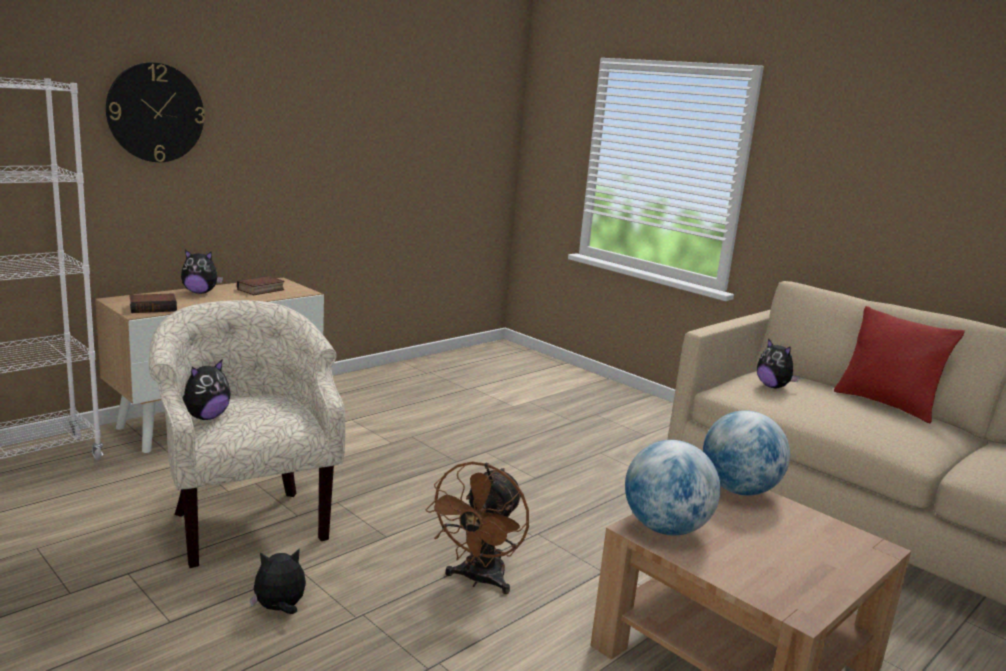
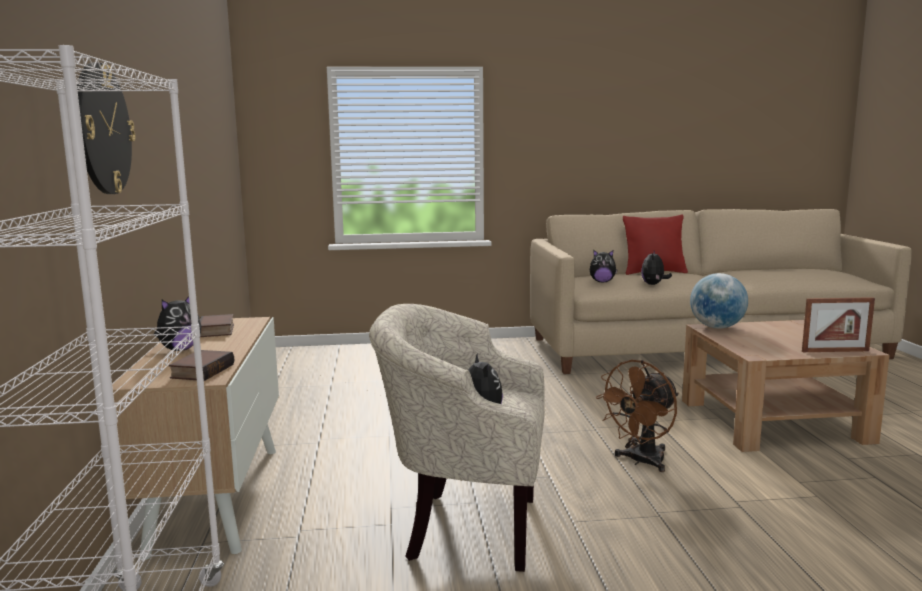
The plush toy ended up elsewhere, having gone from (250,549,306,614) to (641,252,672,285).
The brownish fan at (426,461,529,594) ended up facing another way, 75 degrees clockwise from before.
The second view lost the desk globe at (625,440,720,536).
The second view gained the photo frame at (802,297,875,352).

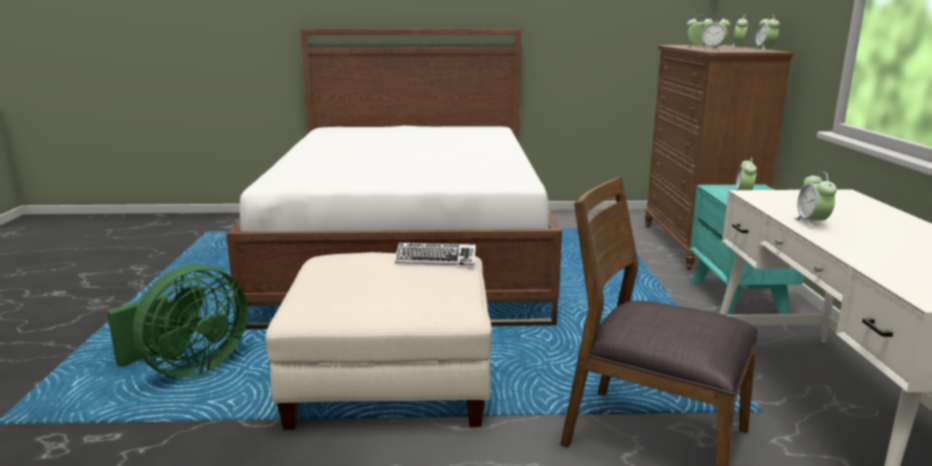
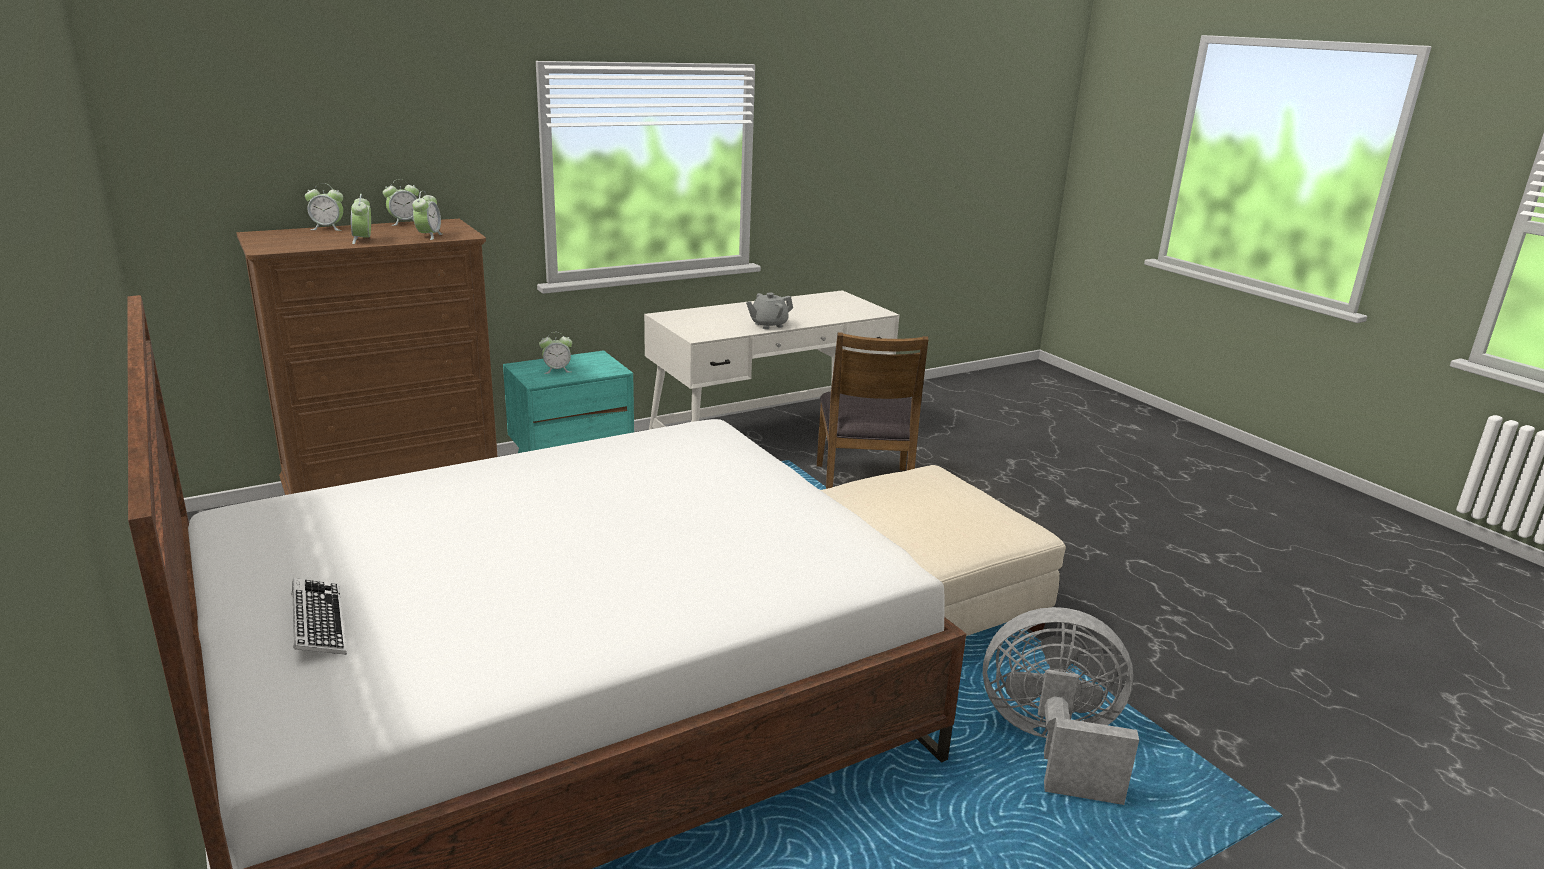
What was the green fan at (107,265,248,377) turned into the gray fan at (983,607,1139,805).
The computer keyboard ended up elsewhere, having gone from (395,242,476,265) to (291,578,347,655).
Where the alarm clock stood at (794,171,837,229), the gray teapot came to stand at (746,293,793,329).

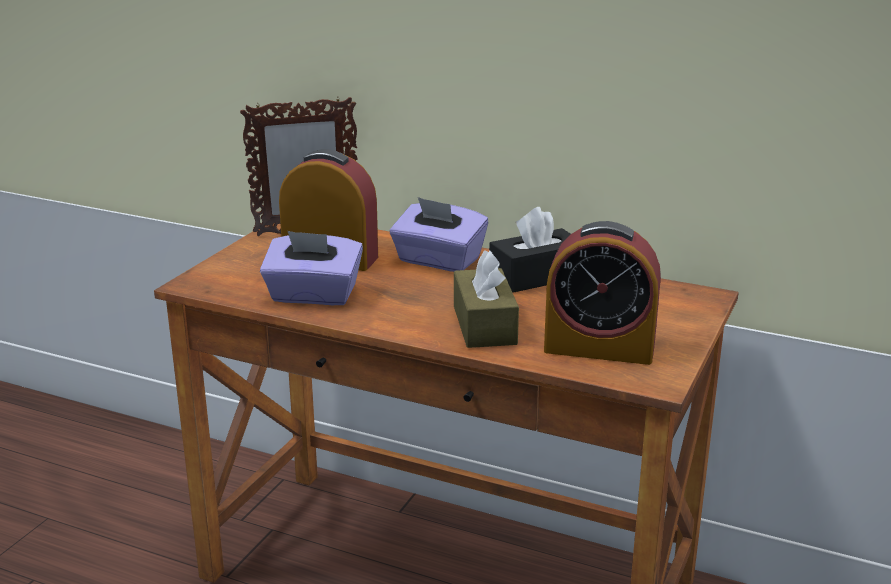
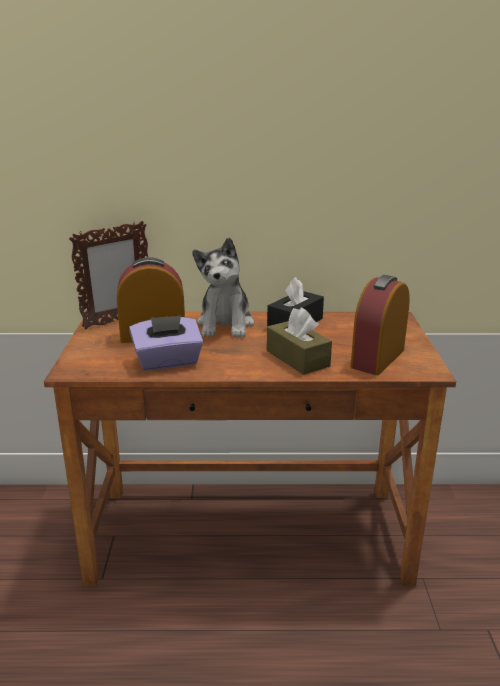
Where the purple-coloured tissue box stood at (390,197,488,272), the plush toy came to stand at (192,237,254,337).
The alarm clock at (544,221,661,365) ended up facing another way, 135 degrees clockwise from before.

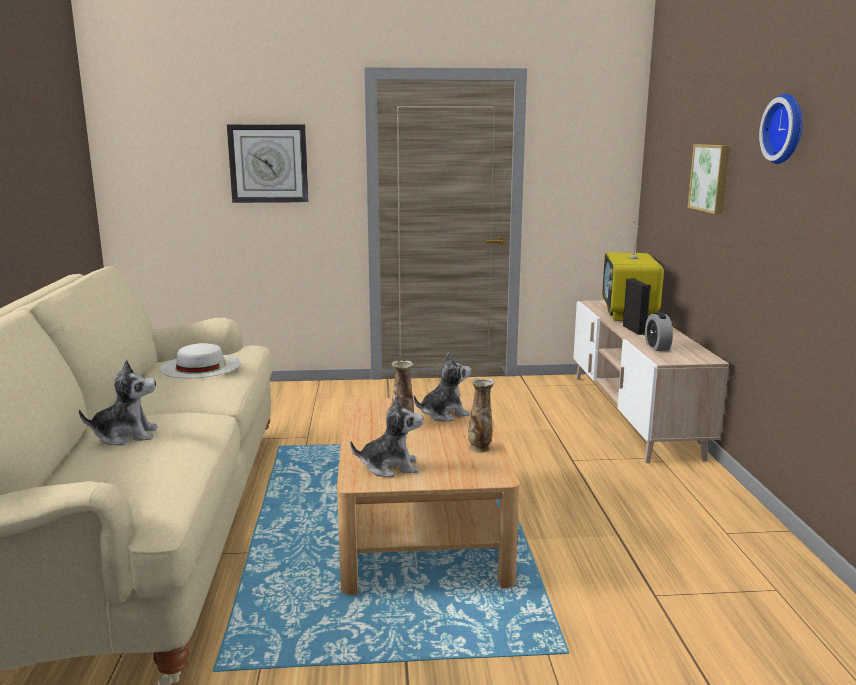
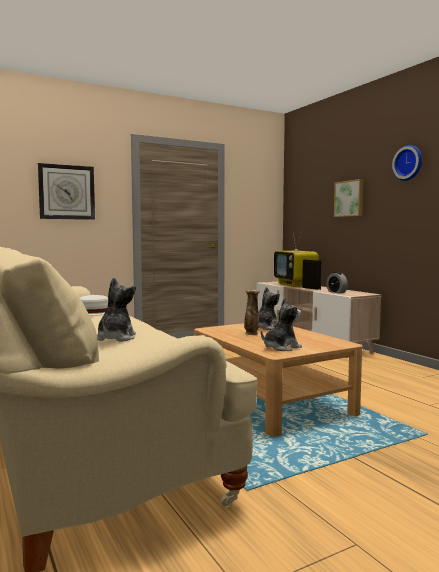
The plush toy at (79,360,157,445) ended up facing another way, 45 degrees counterclockwise from before.
The second view lost the flower vase at (468,378,495,453).

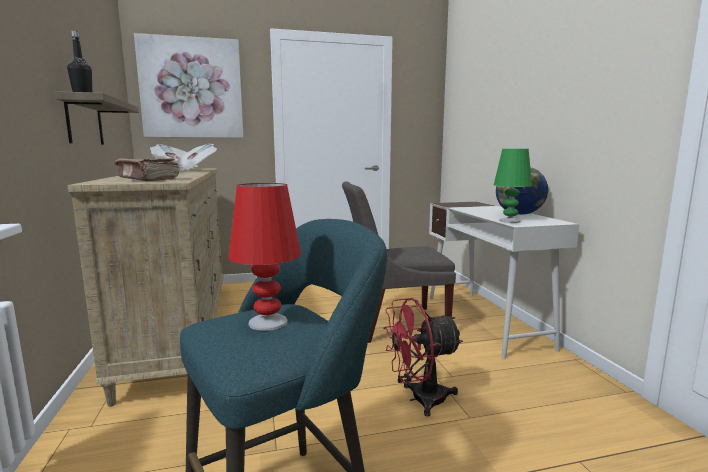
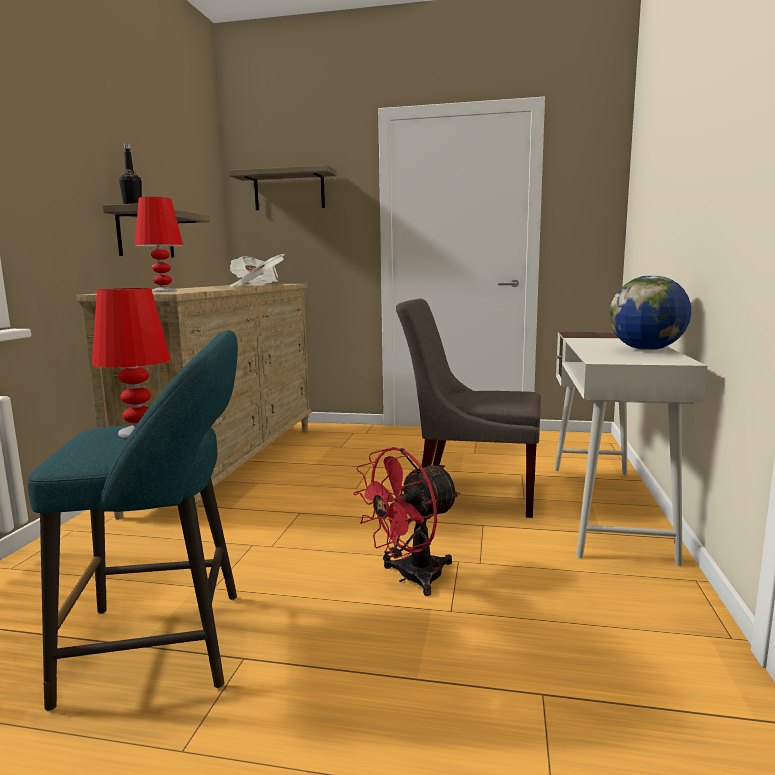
Where the brownish volume stood at (114,158,180,181), the red lamp for a table came to stand at (135,197,183,292).
Where the picture hung at (134,33,244,138), the wall shelf came to hang at (229,165,337,210).
The red fan at (383,298,463,417) ended up facing another way, 45 degrees counterclockwise from before.
The second view lost the green lamp for a table at (494,149,532,223).

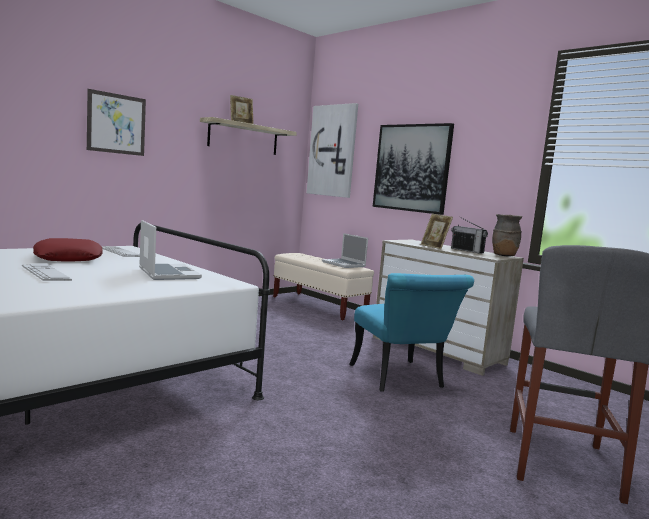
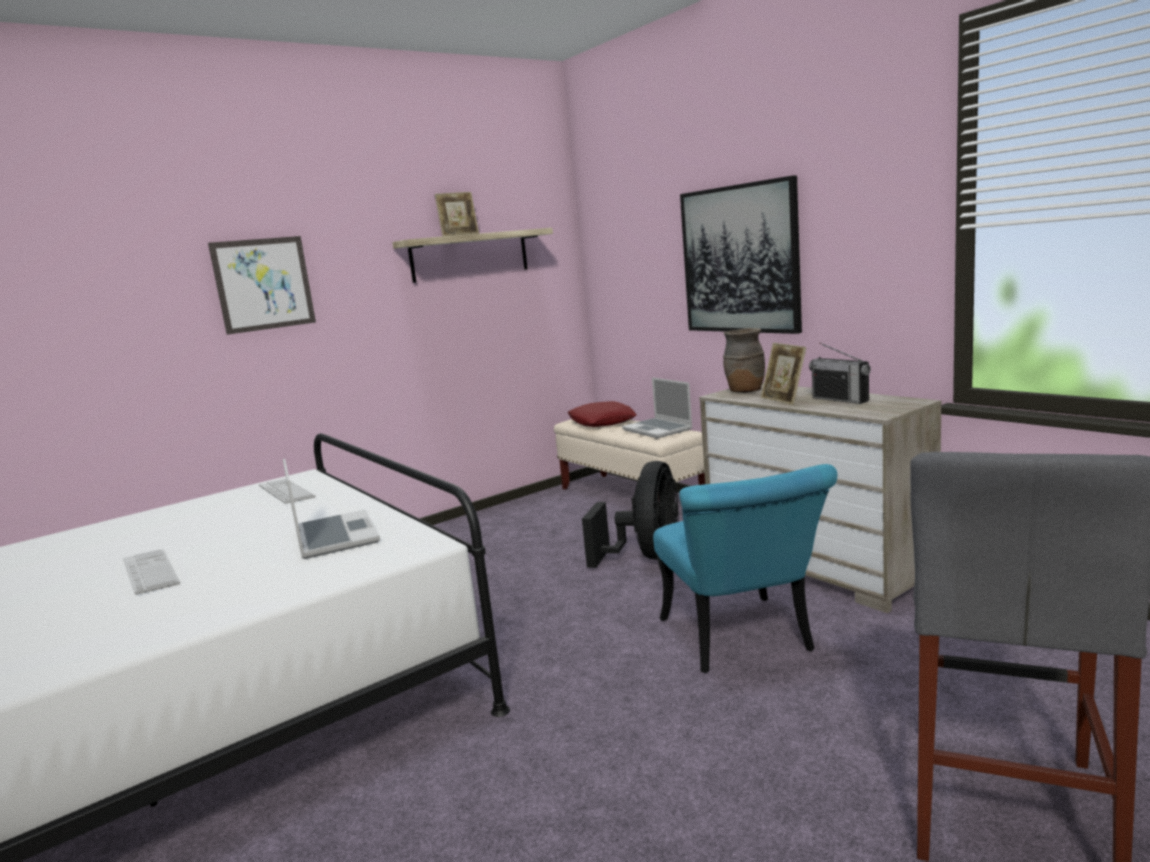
The red pillow ended up elsewhere, having gone from (33,238,103,262) to (568,401,636,427).
The second view lost the picture at (307,103,358,198).
The brownish flower vase ended up elsewhere, having gone from (492,214,522,257) to (723,328,765,393).
The second view gained the black fan at (582,461,679,568).

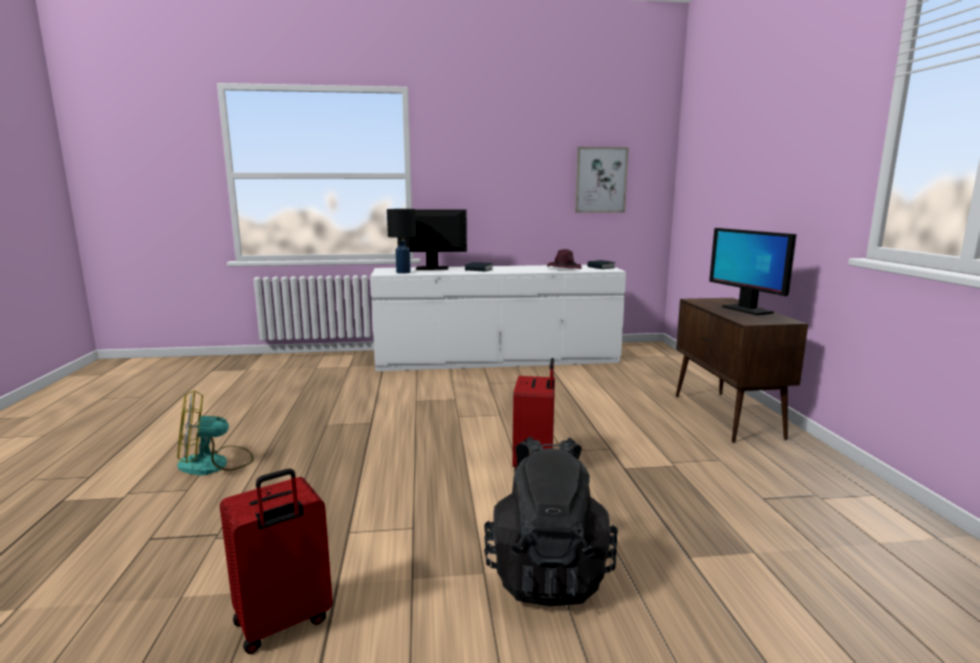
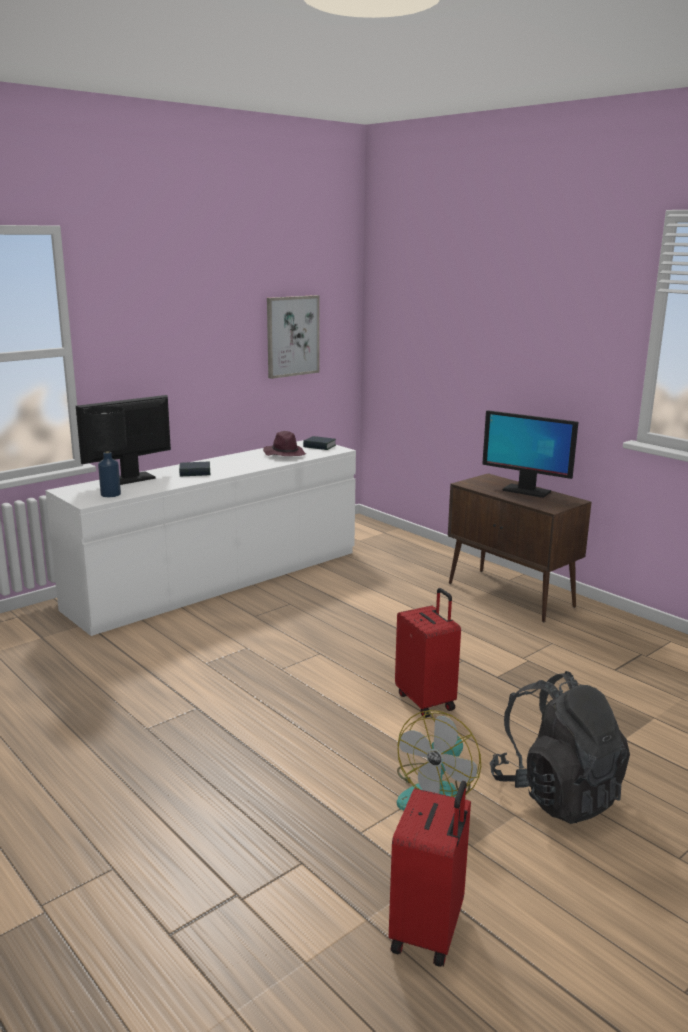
The fan ended up elsewhere, having gone from (177,390,254,475) to (397,710,481,811).

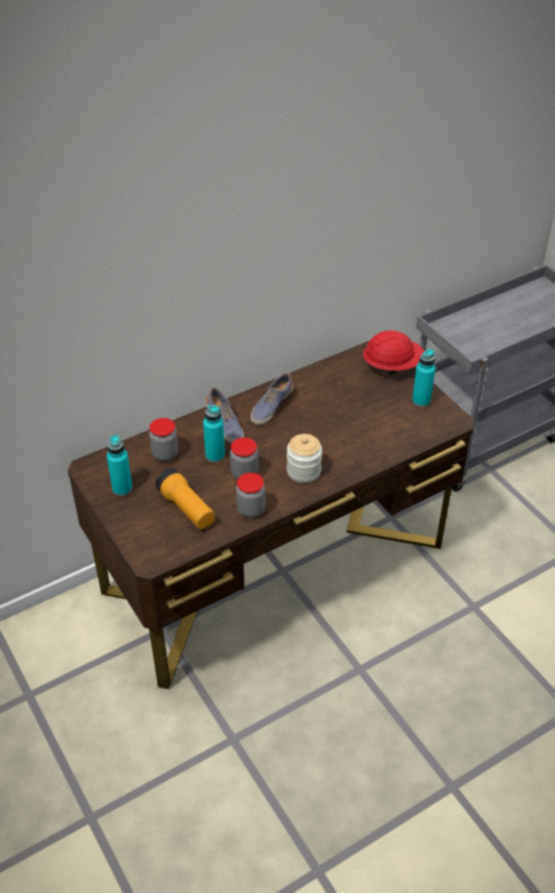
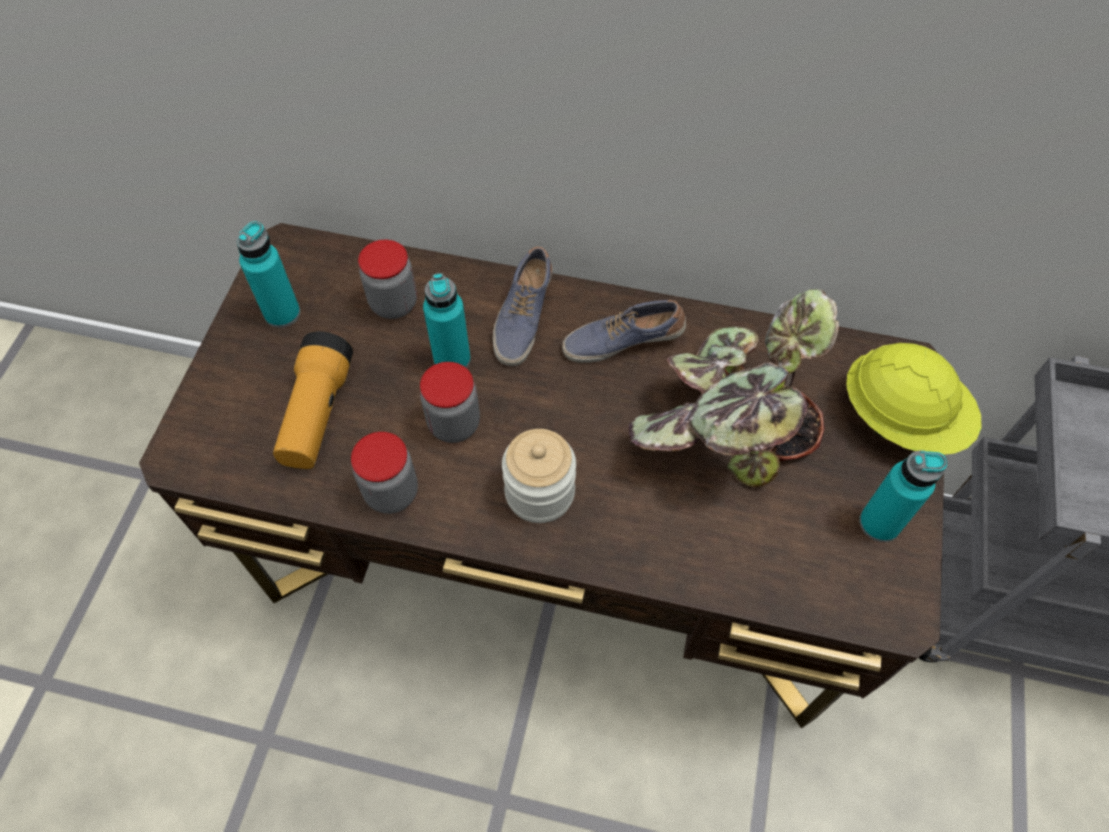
What was the red work helmet at (363,330,425,375) turned into the yellow work helmet at (846,343,981,455).
The second view gained the potted plant at (629,289,839,487).

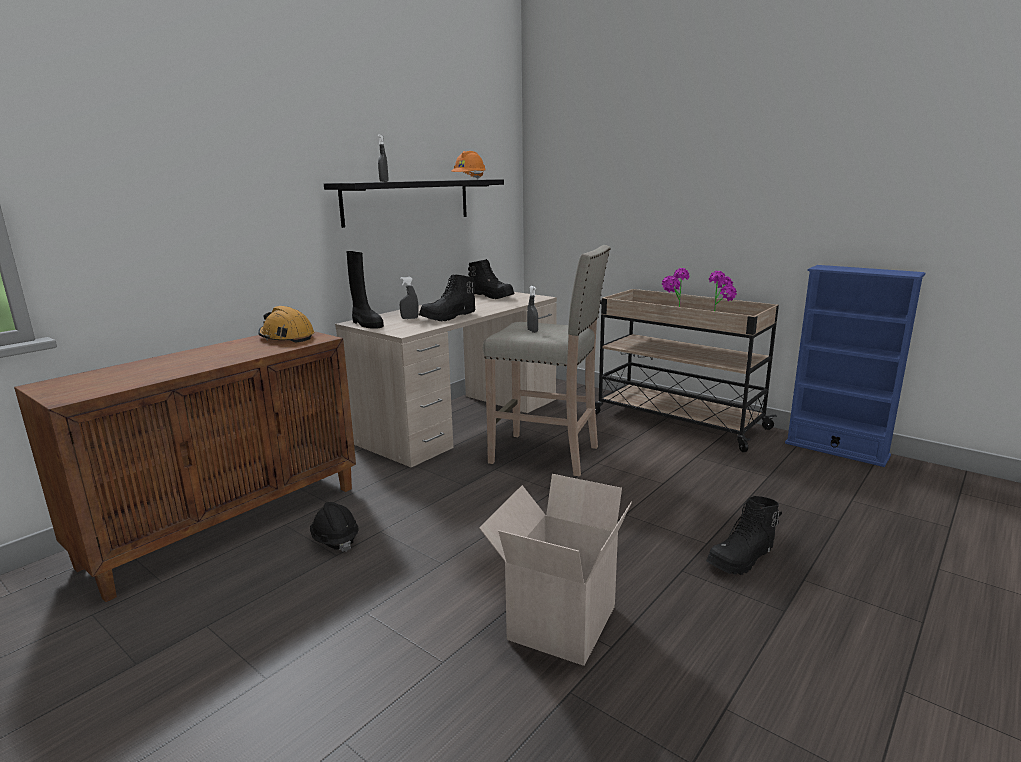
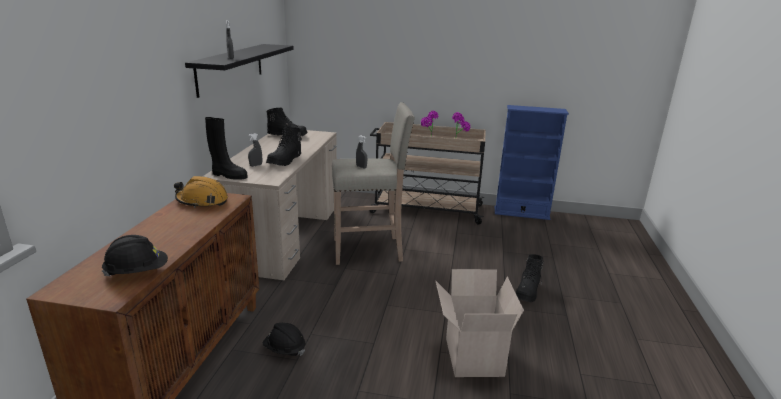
The second view lost the orange work helmet at (451,151,485,179).
The second view gained the black work helmet at (102,235,168,276).

